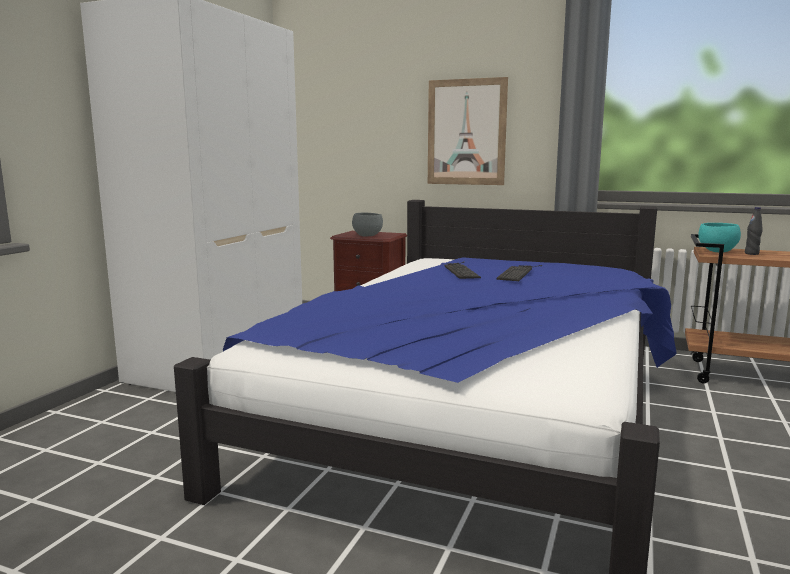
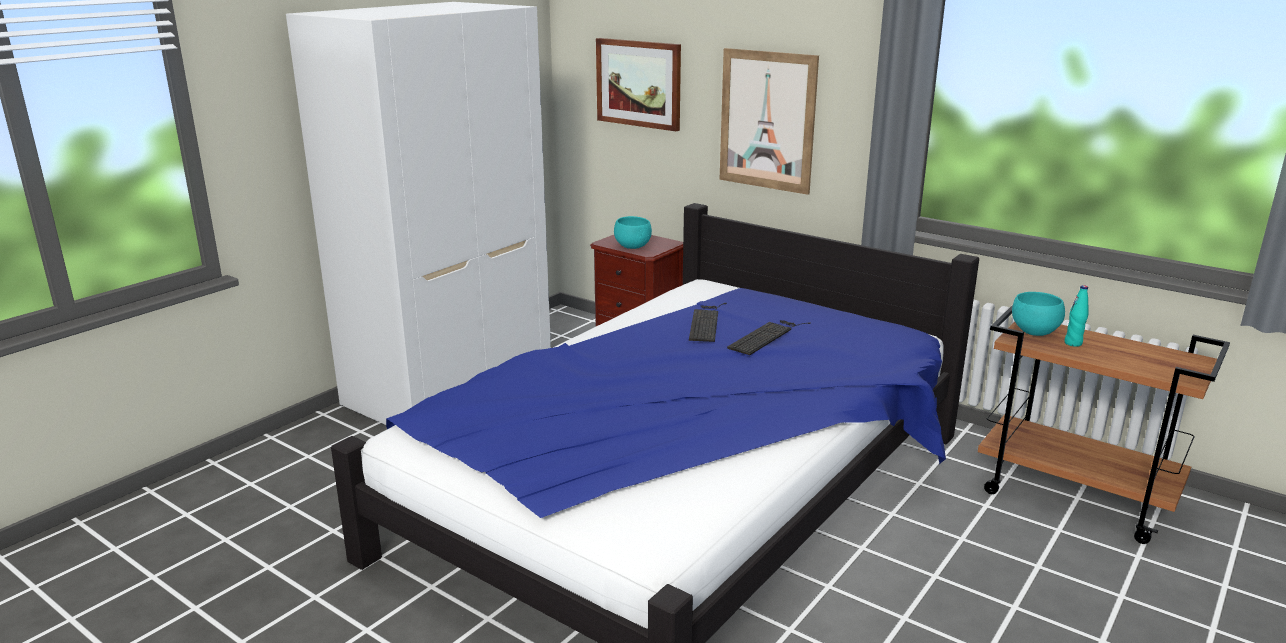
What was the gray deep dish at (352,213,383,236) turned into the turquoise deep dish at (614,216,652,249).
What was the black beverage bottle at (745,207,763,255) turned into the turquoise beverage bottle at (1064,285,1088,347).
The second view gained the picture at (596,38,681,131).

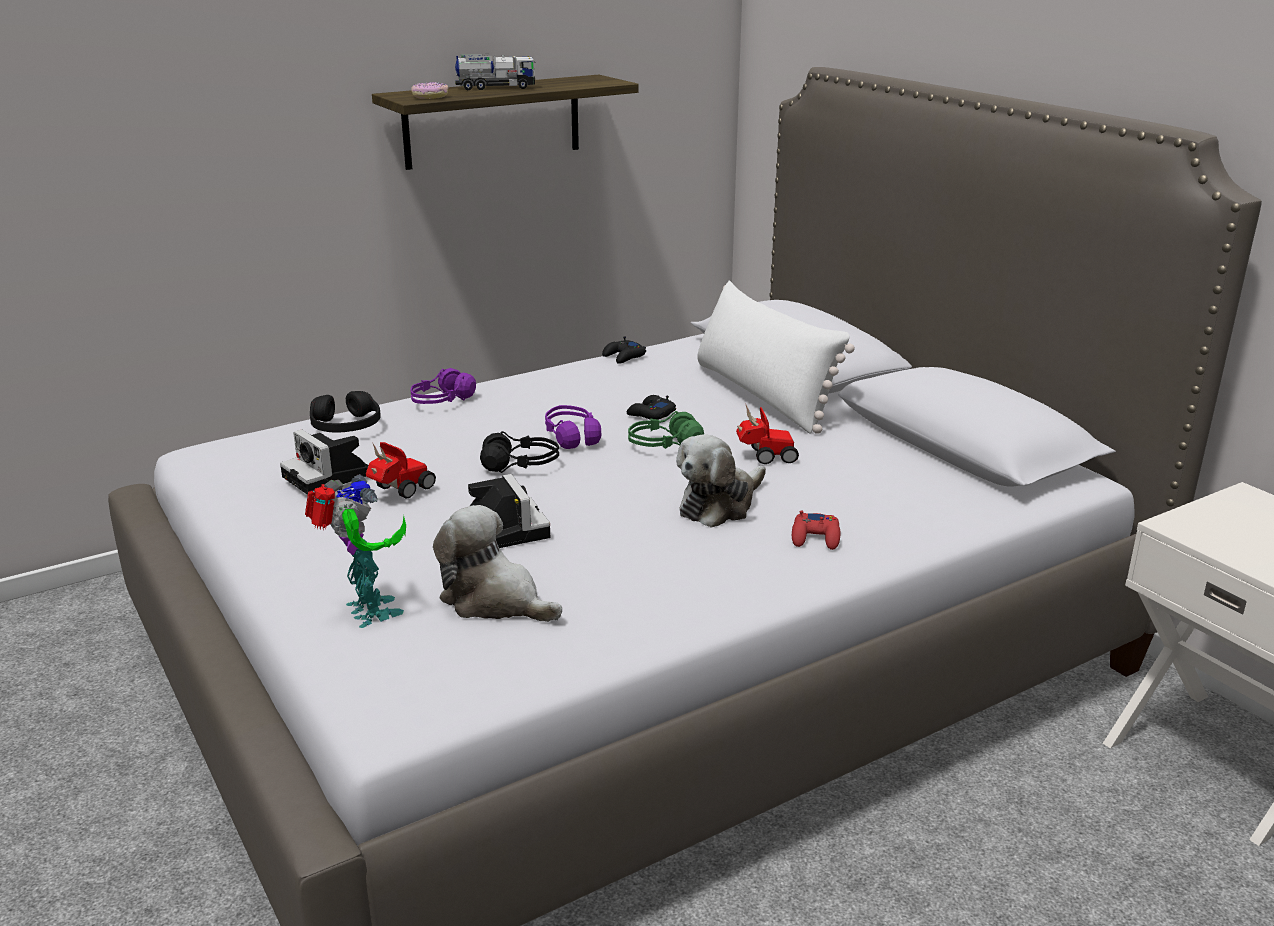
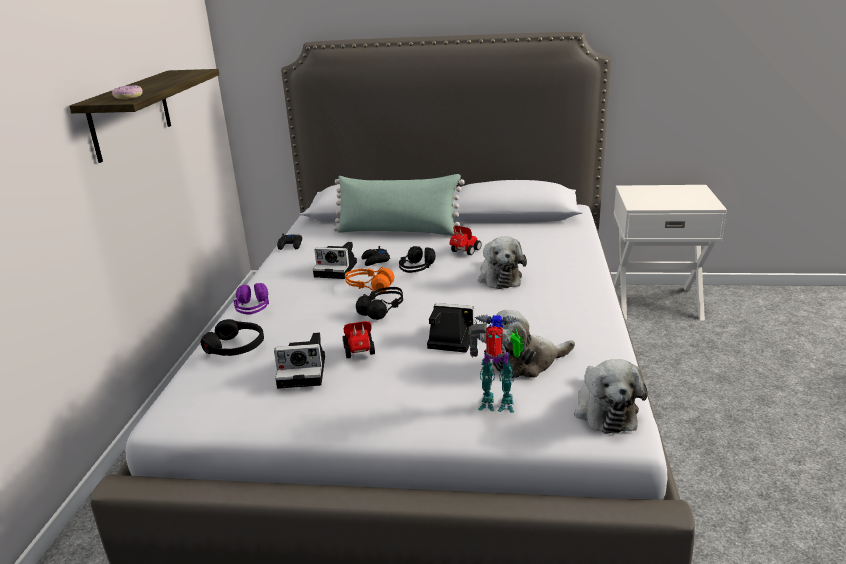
The second view lost the toy lorry at (455,54,535,90).
What was the purple-coloured headset at (545,405,601,449) turned into the orange headset at (345,267,395,293).
What was the green headset at (628,411,704,449) turned into the black headset at (399,246,435,273).
What was the white-coloured pillow at (698,281,855,434) turned into the green pillow at (333,174,465,236).
The second view lost the red gamepad at (792,510,840,550).
The second view gained the still camera at (313,242,357,279).
The second view gained the plush toy at (574,359,647,434).

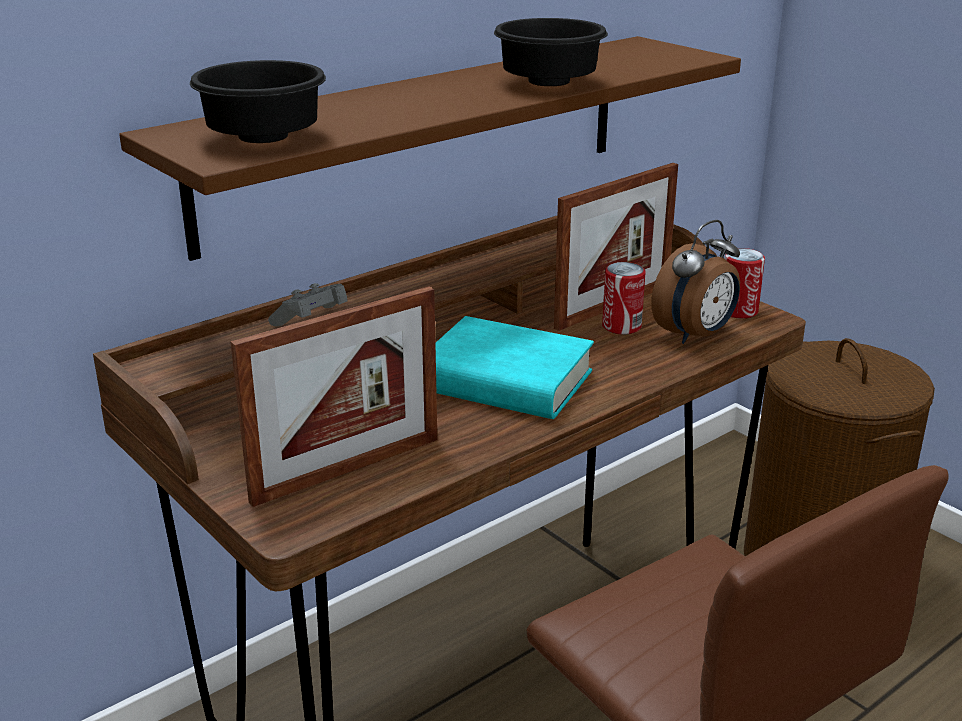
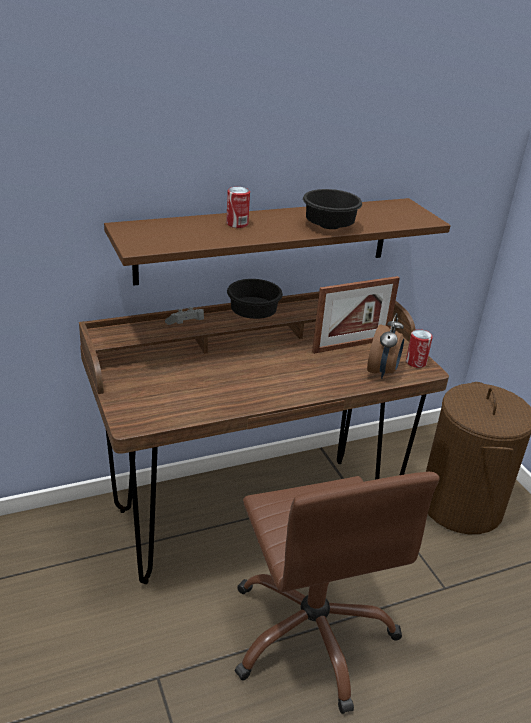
The black deep dish ended up elsewhere, having gone from (190,60,326,143) to (227,279,283,319).
The second view lost the photo frame at (231,286,437,507).
The second view lost the turquoise volume at (435,316,594,419).
The can ended up elsewhere, having gone from (602,262,646,335) to (226,187,250,228).
The alarm clock at (651,220,740,344) ended up facing another way, 45 degrees counterclockwise from before.

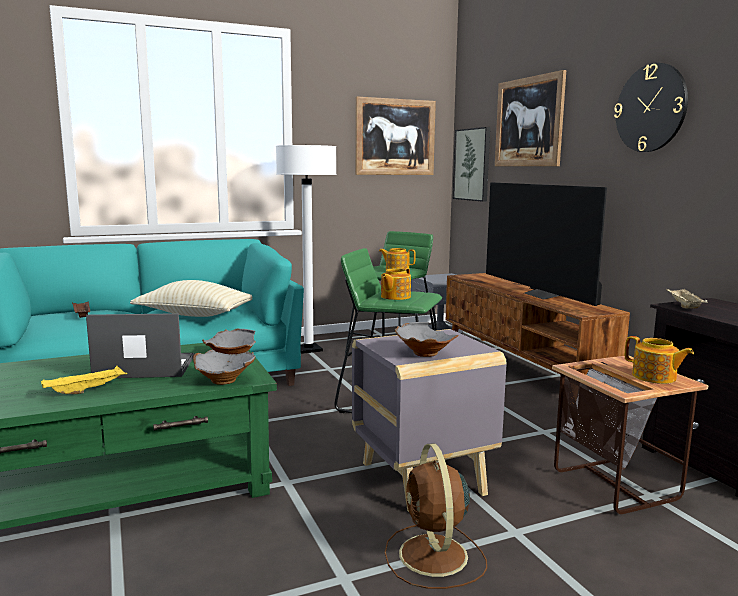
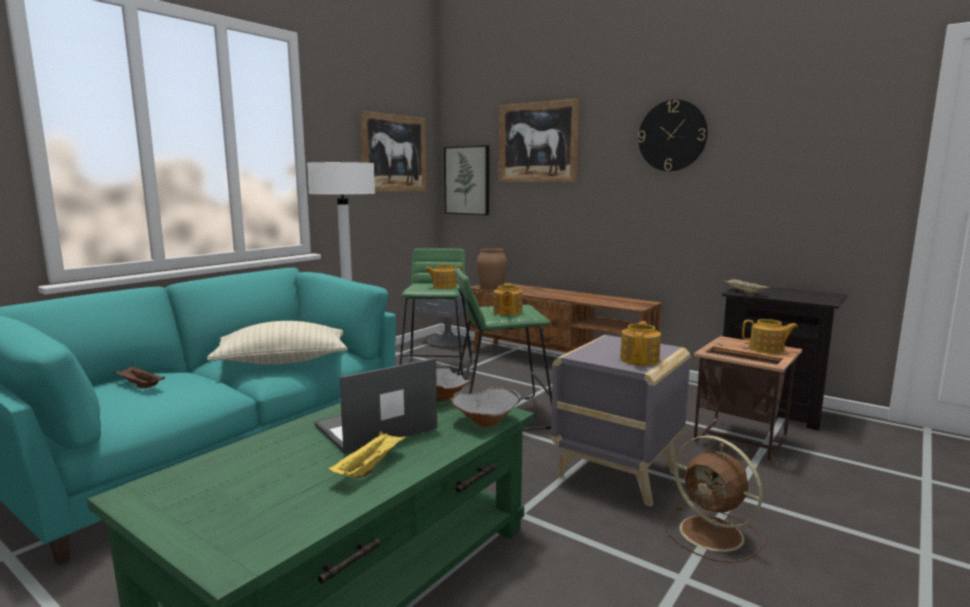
Where the gray deep dish stood at (395,322,459,357), the teapot came to stand at (620,321,661,366).
The second view lost the TV set at (486,182,607,306).
The second view gained the brownish flower vase at (477,248,507,289).

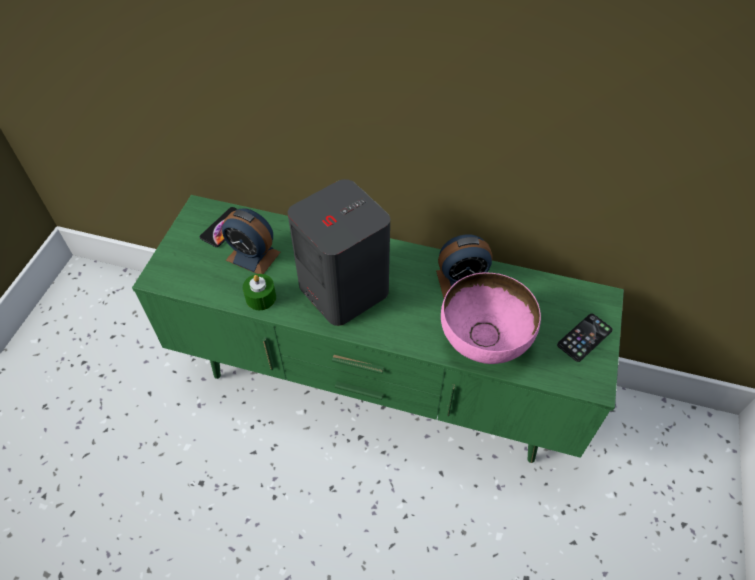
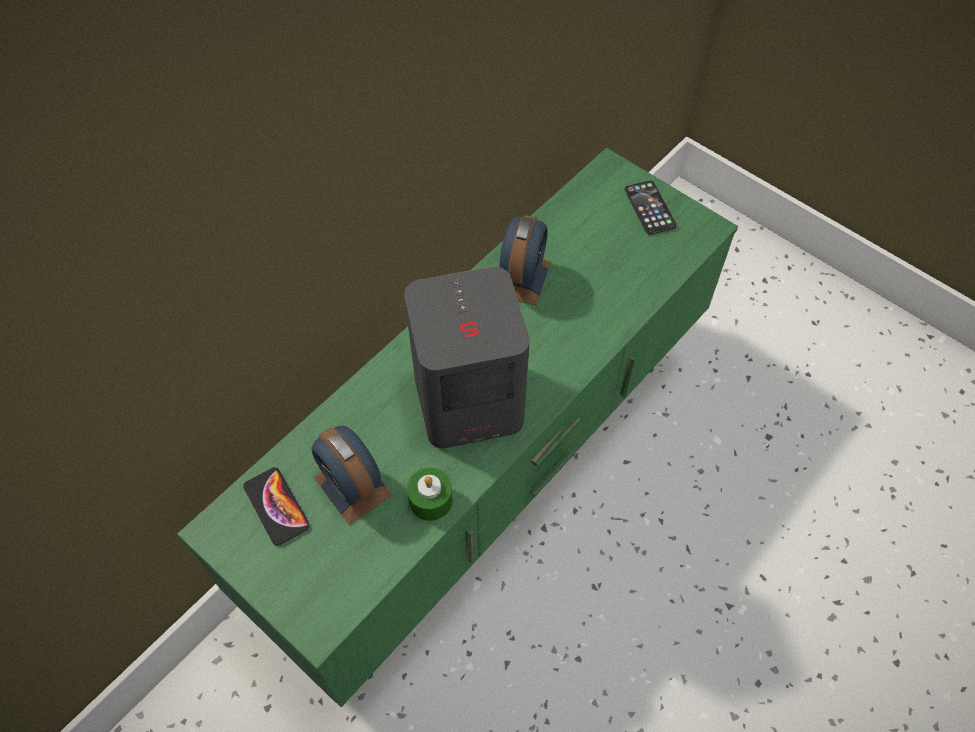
The alarm clock at (222,208,280,274) ended up facing another way, 90 degrees clockwise from before.
The second view lost the pinkish deep dish at (441,273,541,364).

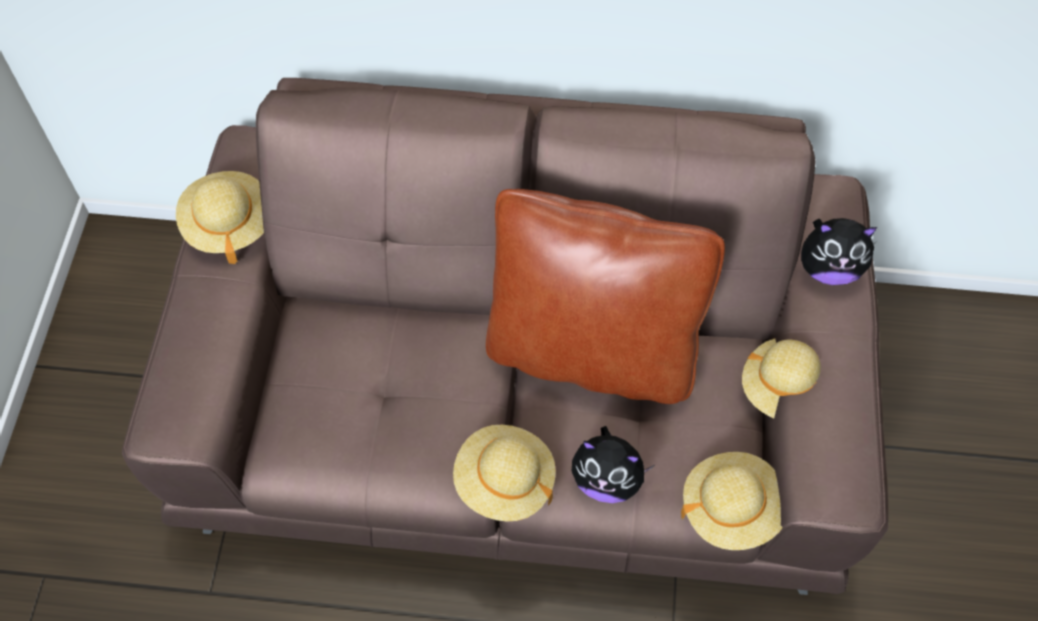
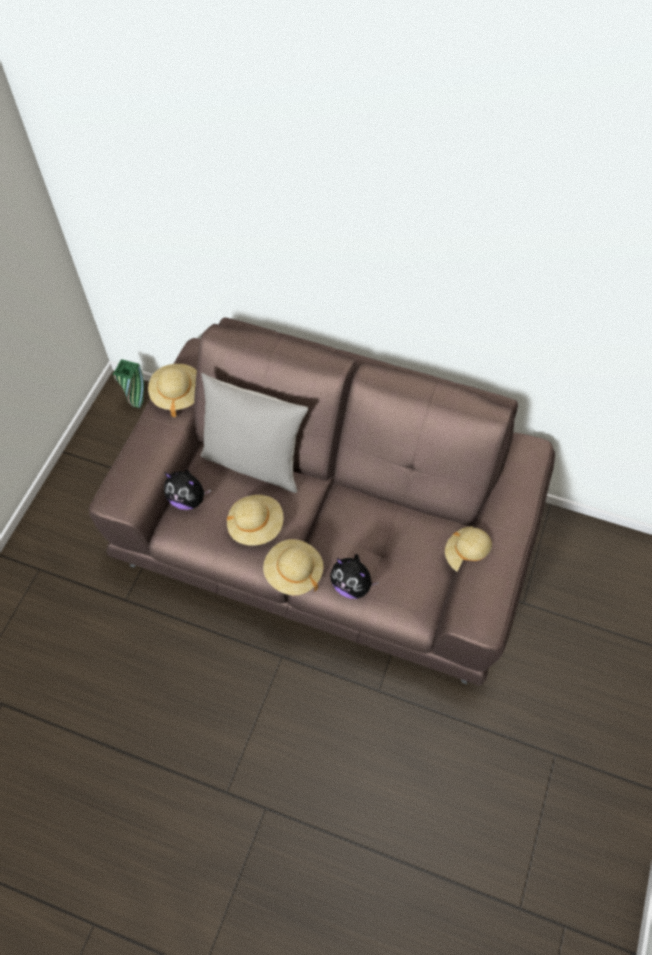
The second view lost the brownish pillow at (486,189,725,404).
The sand-coloured wearable hat ended up elsewhere, having gone from (681,452,783,550) to (227,495,284,546).
The plush toy ended up elsewhere, having gone from (801,218,877,285) to (164,470,211,510).
The second view gained the green flower vase at (113,359,144,408).
The second view gained the gray pillow at (201,373,308,493).

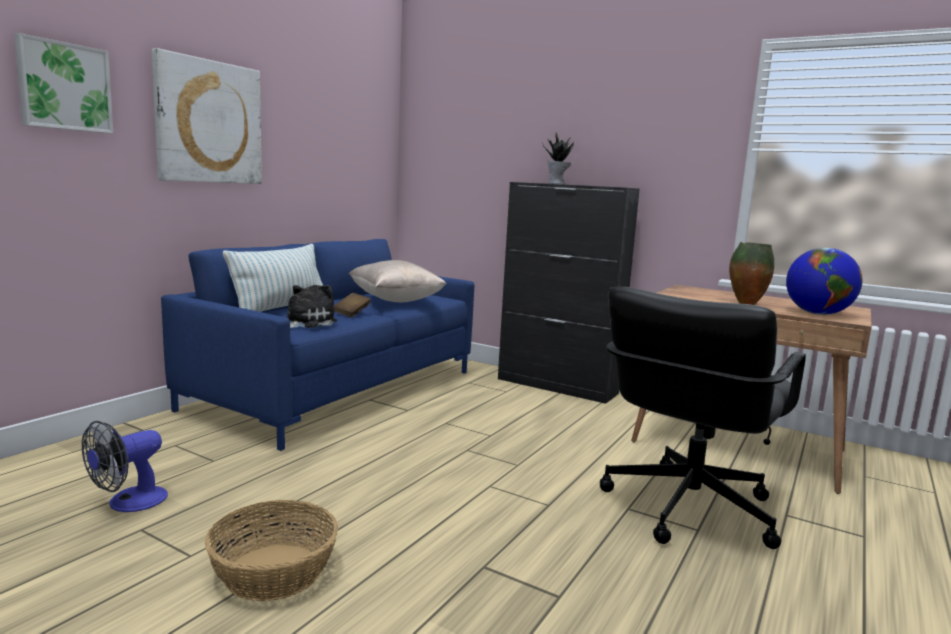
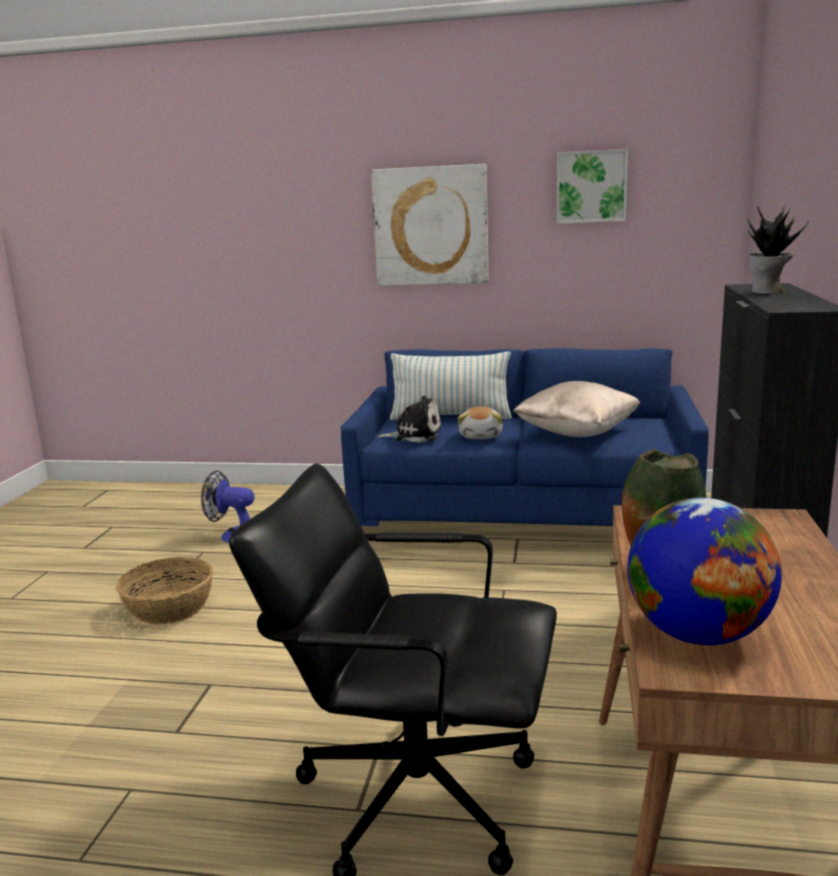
The picture ended up elsewhere, having gone from (14,33,113,133) to (557,149,628,224).
Where the brownish volume stood at (334,293,371,317), the plush toy came to stand at (458,407,503,439).

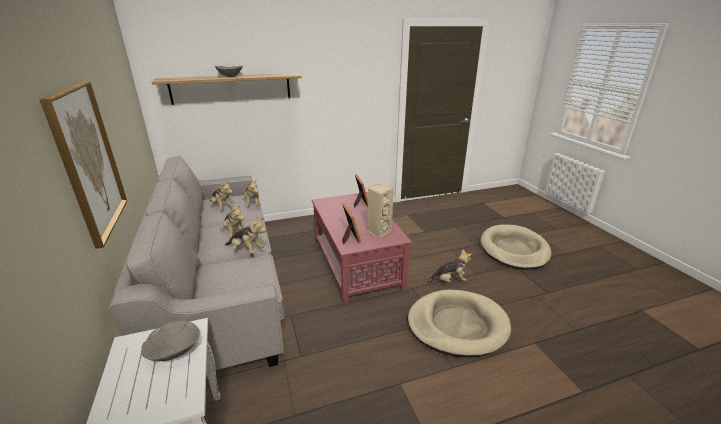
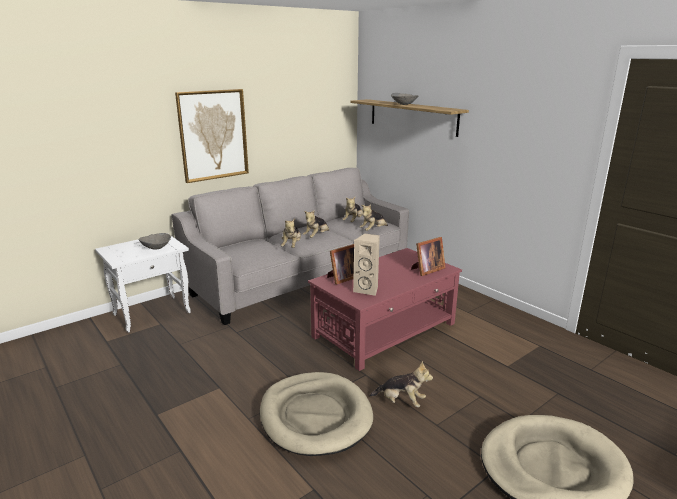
The plush toy at (427,249,471,283) ended up facing another way, 45 degrees counterclockwise from before.

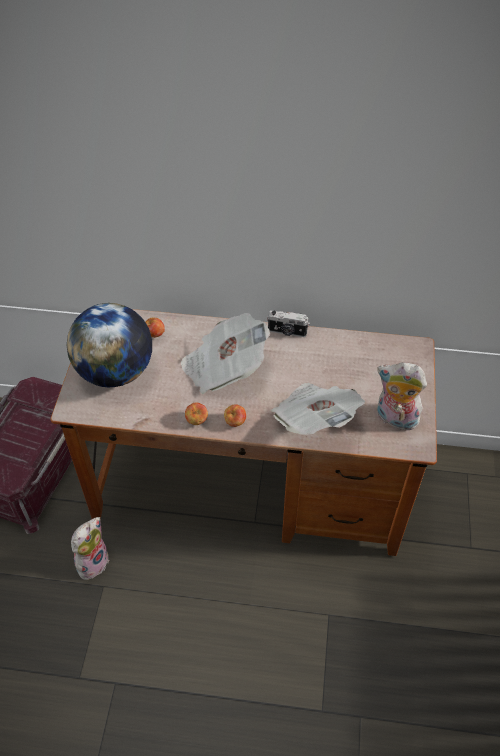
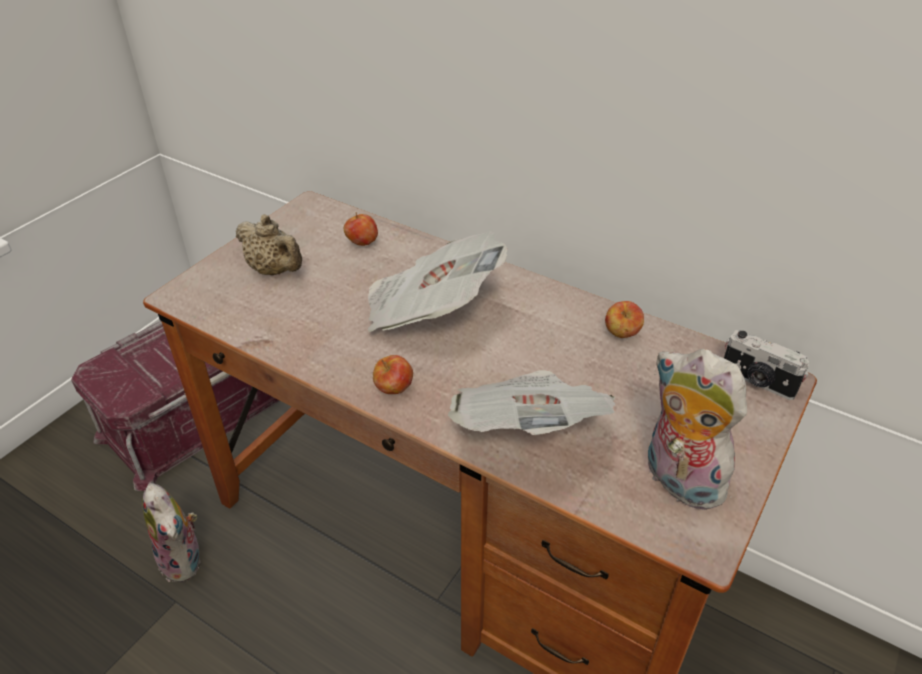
Where the desk globe stood at (67,303,152,387), the sand-coloured teapot came to stand at (236,214,302,275).
The plush toy at (71,517,110,584) ended up facing another way, 90 degrees clockwise from before.
The apple fruit ended up elsewhere, having gone from (185,402,208,425) to (605,301,644,338).
The still camera ended up elsewhere, having gone from (267,310,310,337) to (724,330,809,400).

